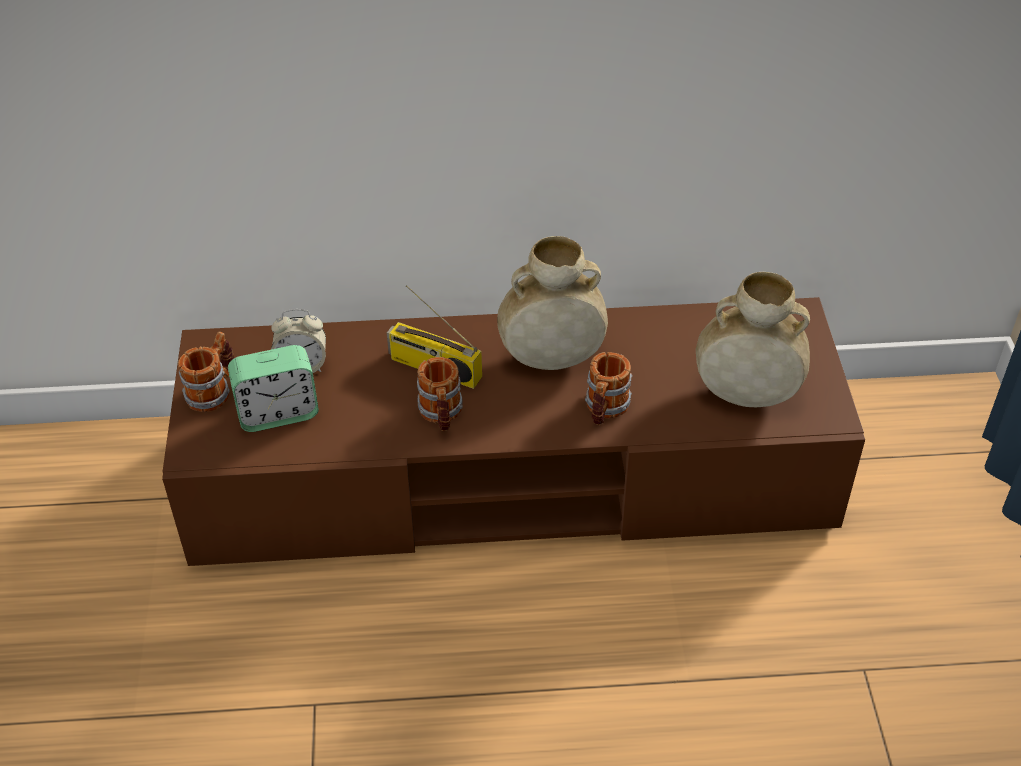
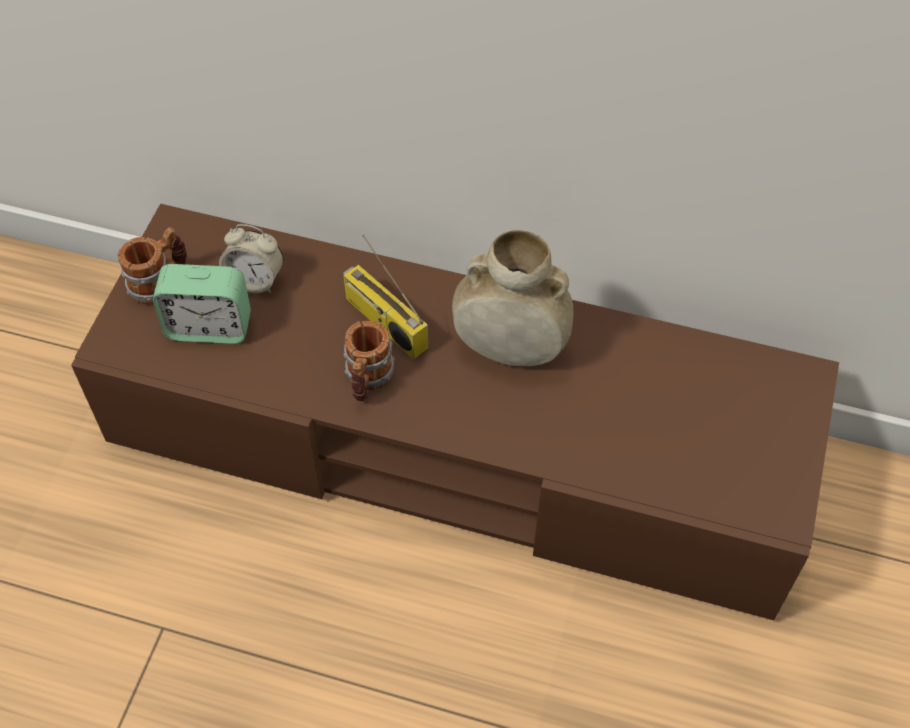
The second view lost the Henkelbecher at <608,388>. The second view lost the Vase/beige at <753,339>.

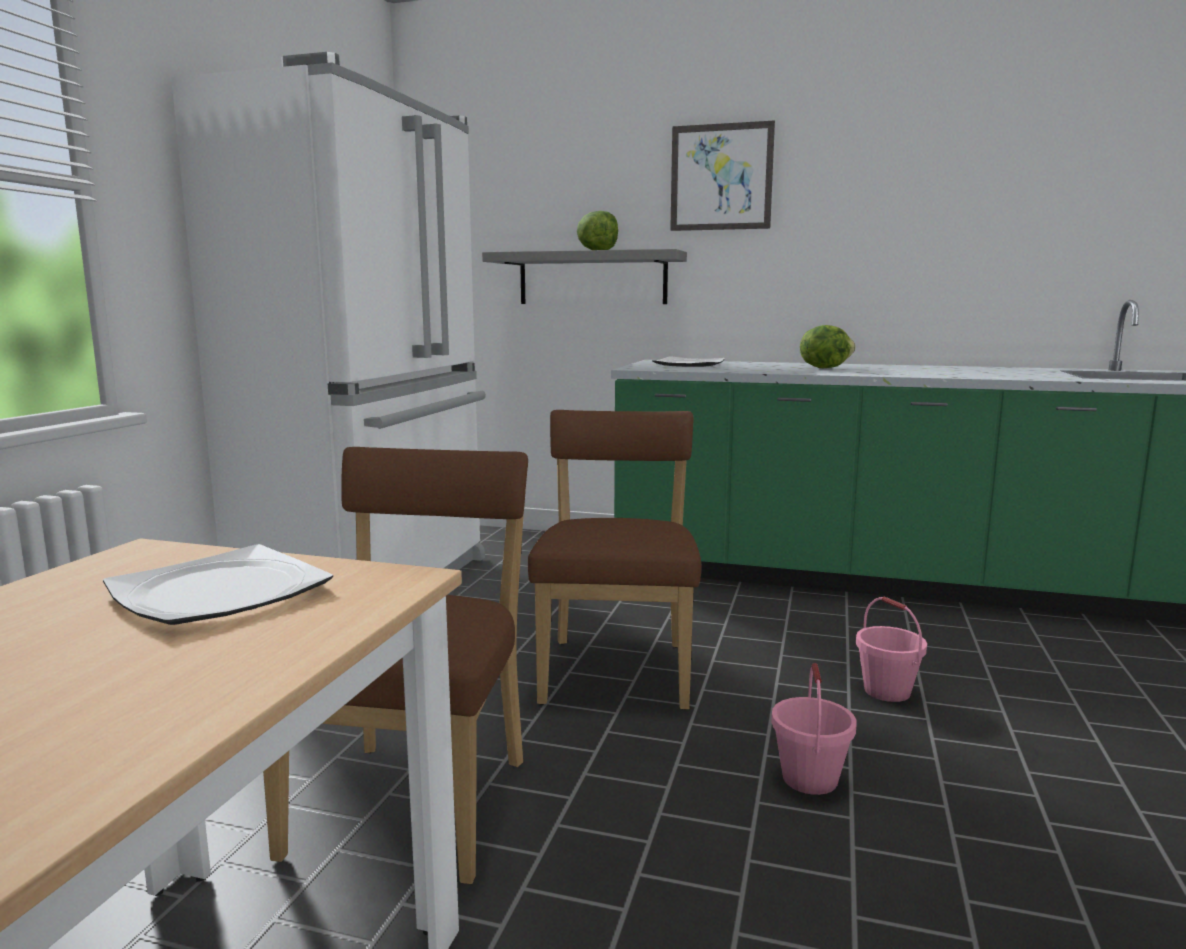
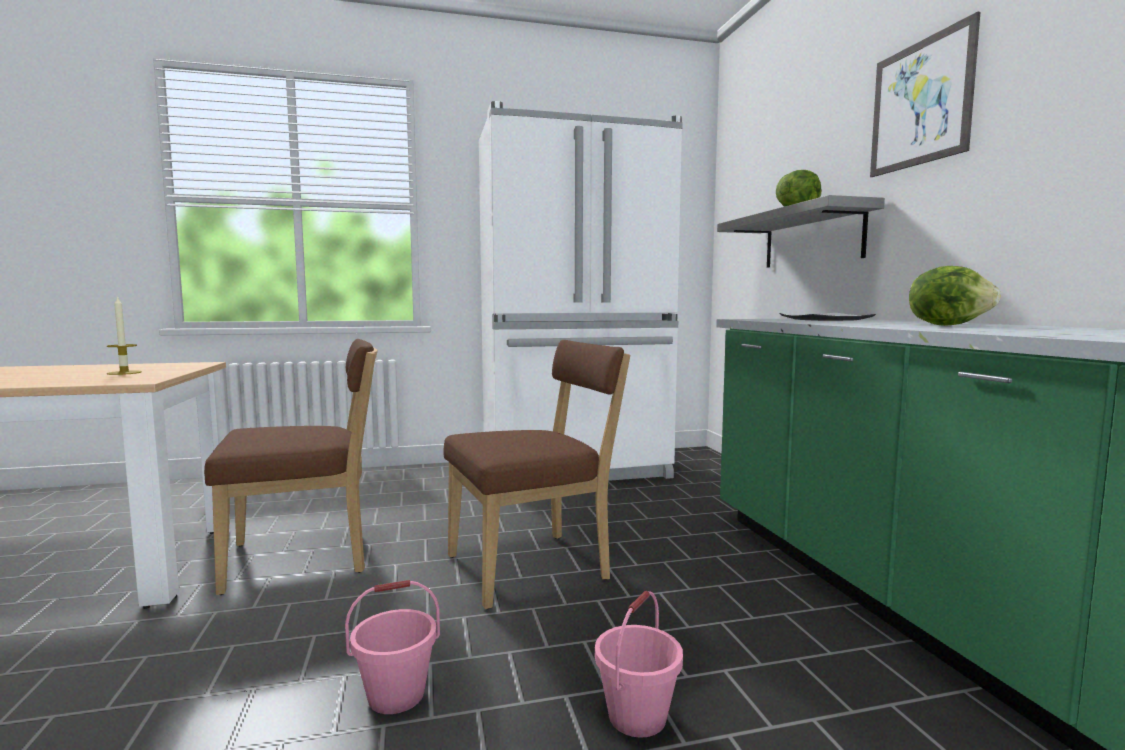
Where the Teller stood at <218,584>, the Kerze came to stand at <124,335>.

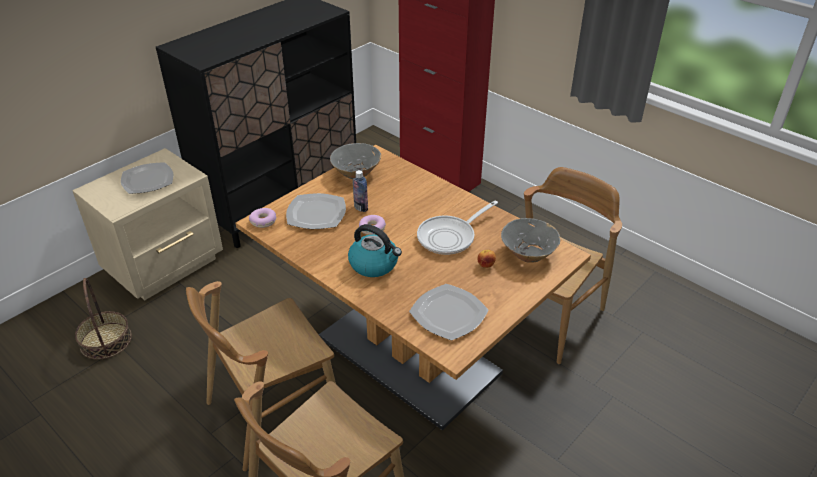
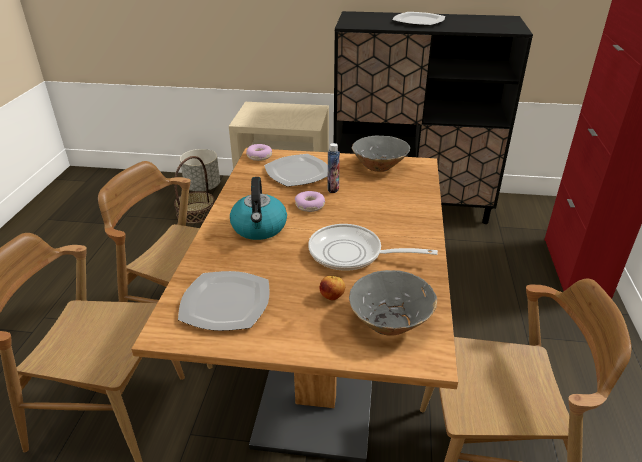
The second view gained the Pflanzkübel/grau at <200,170>. The Teller ended up elsewhere, having gone from <147,178> to <418,19>.

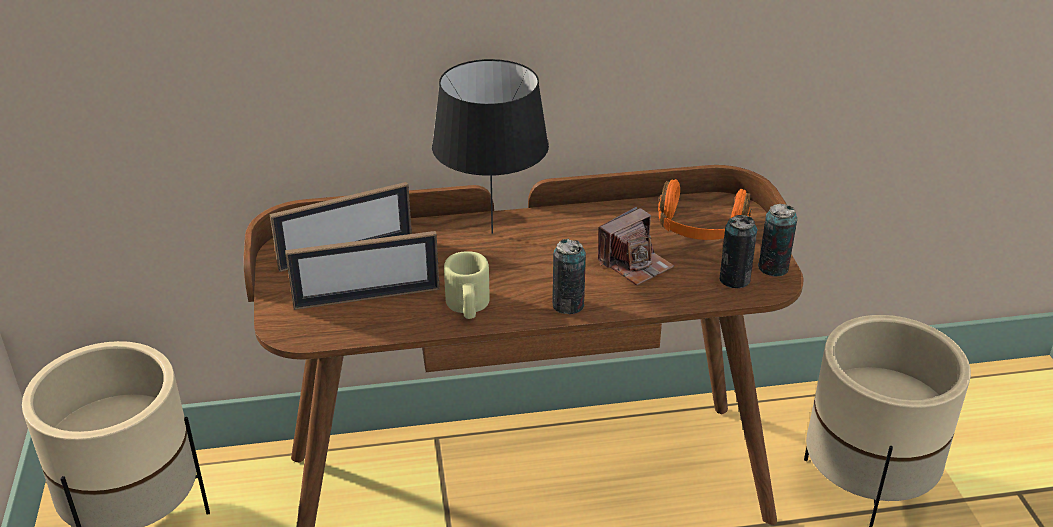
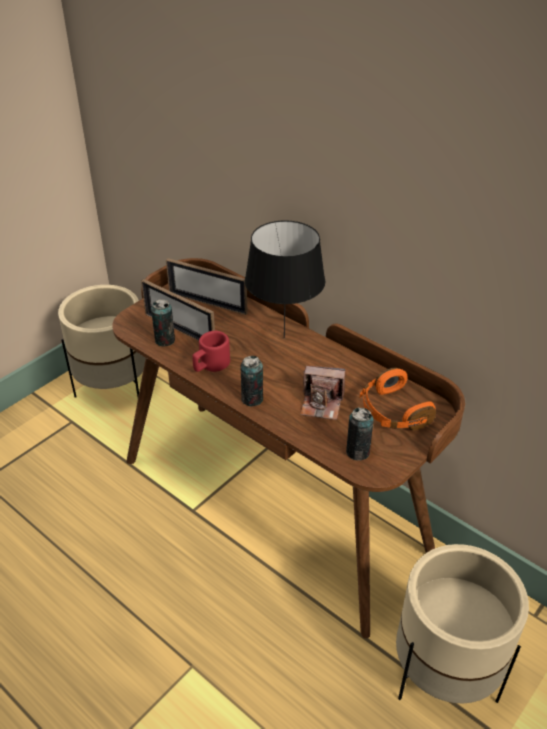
The Dose ended up elsewhere, having gone from <777,240> to <163,322>. What was the Henkelbecher/beige at <467,285> turned into the Henkelbecher/rot at <211,351>.

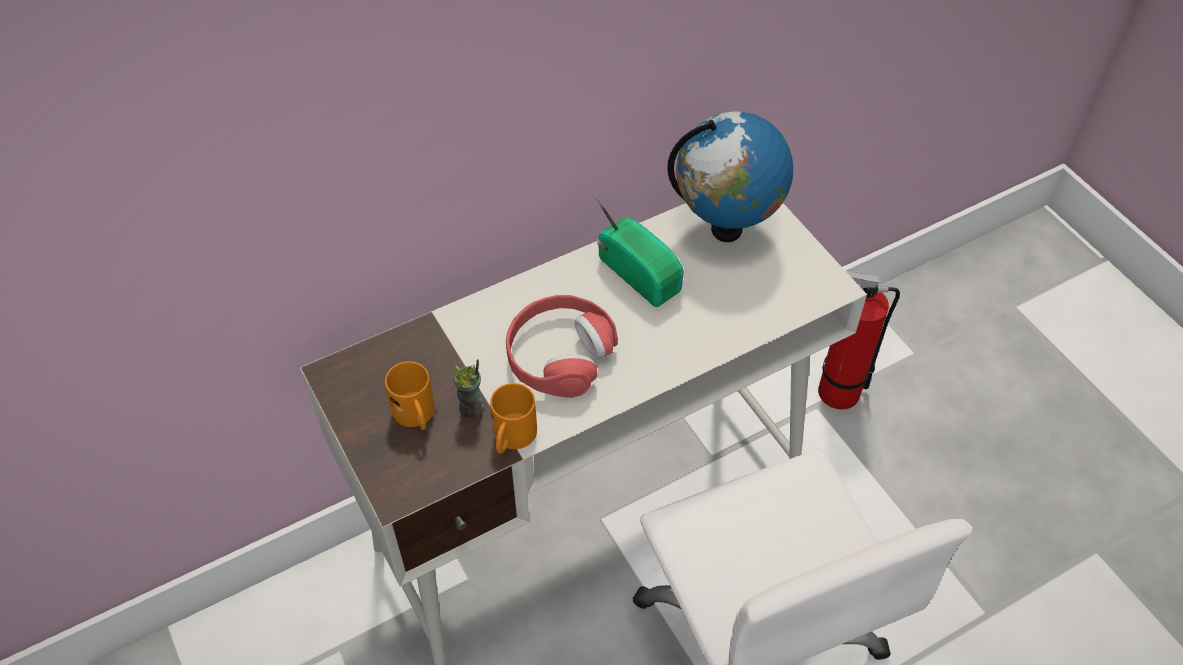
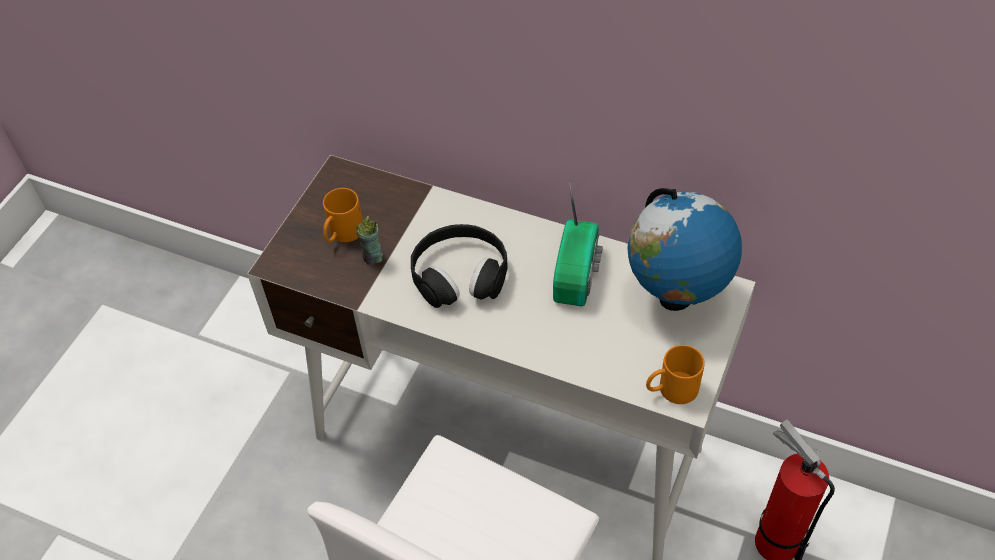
What was the Kopfhörer/rot at <562,346> turned into the Kopfhörer/schwarz at <459,266>. The Henkelbecher/orange ended up elsewhere, having gone from <513,418> to <675,374>.

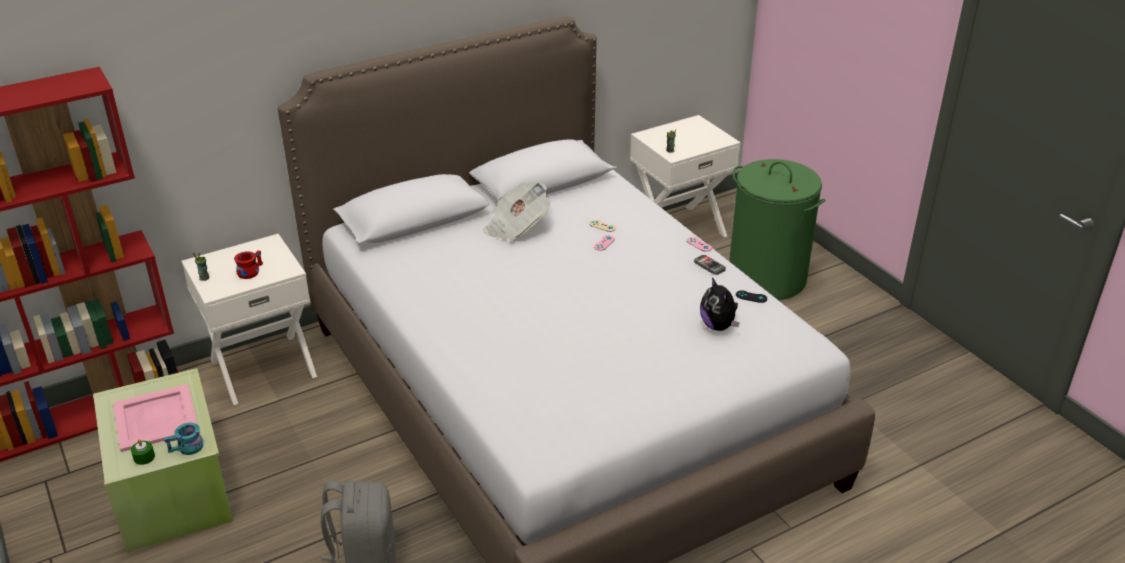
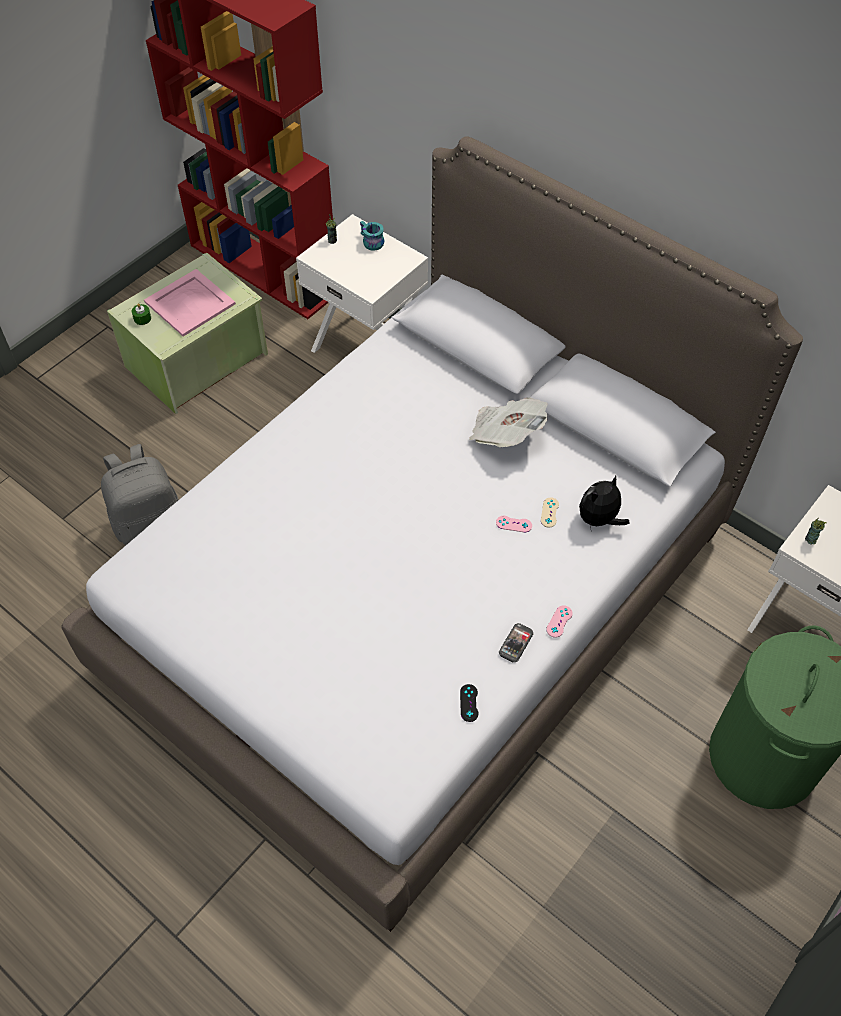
The Henkelbecher/türkis ended up elsewhere, having gone from <183,439> to <372,236>. The Plüschtier ended up elsewhere, having gone from <720,304> to <604,501>. The second view lost the Henkelbecher/rot at <248,264>.

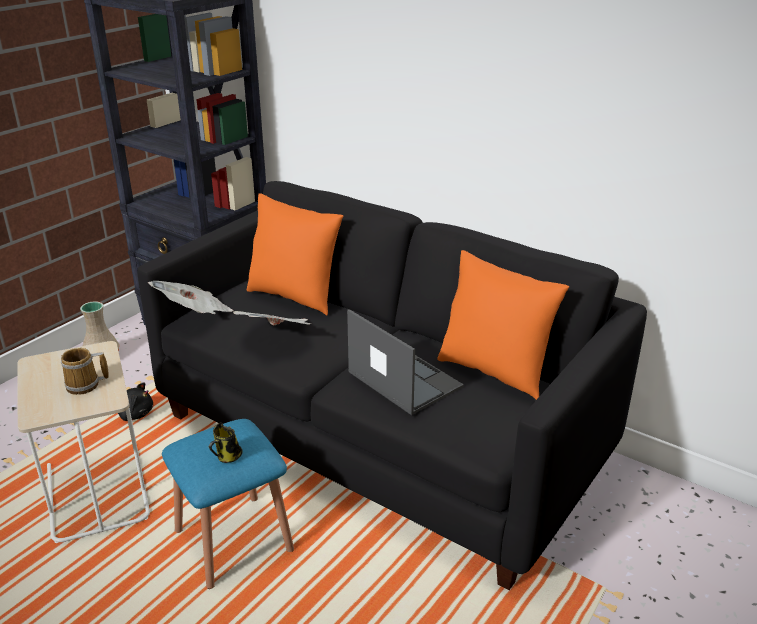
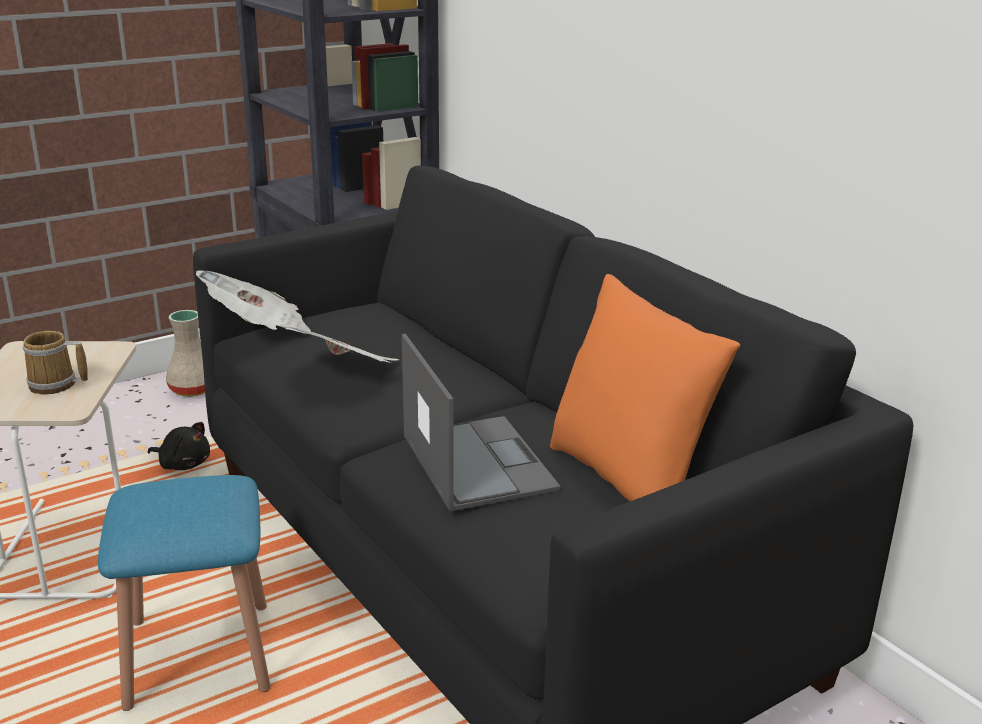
The second view lost the Henkelbecher at <226,442>. The second view lost the Kissen/orange at <295,254>.

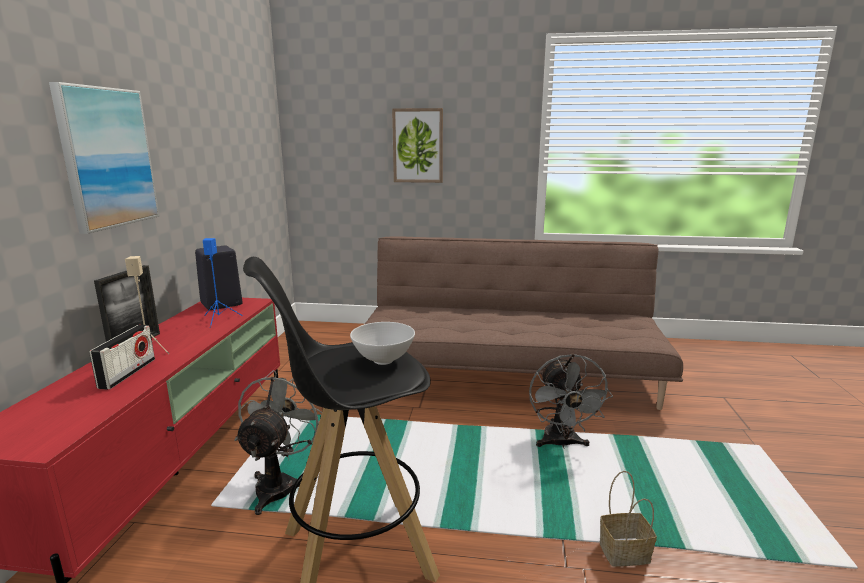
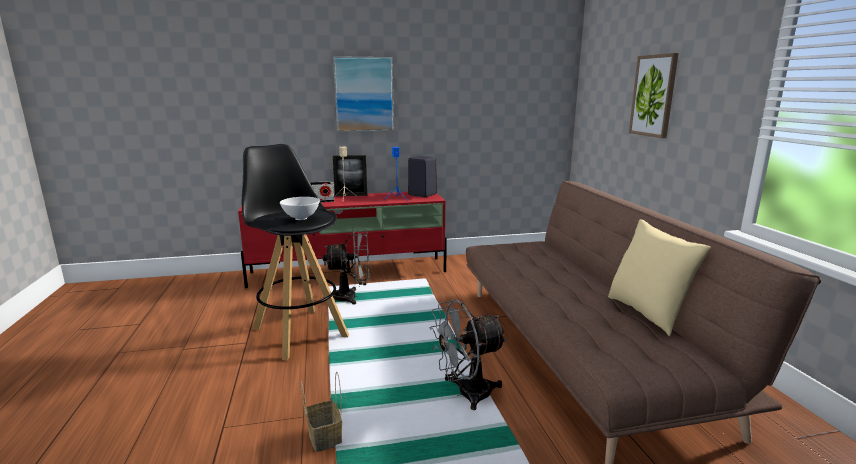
The second view gained the Kissen/beige at <659,277>.

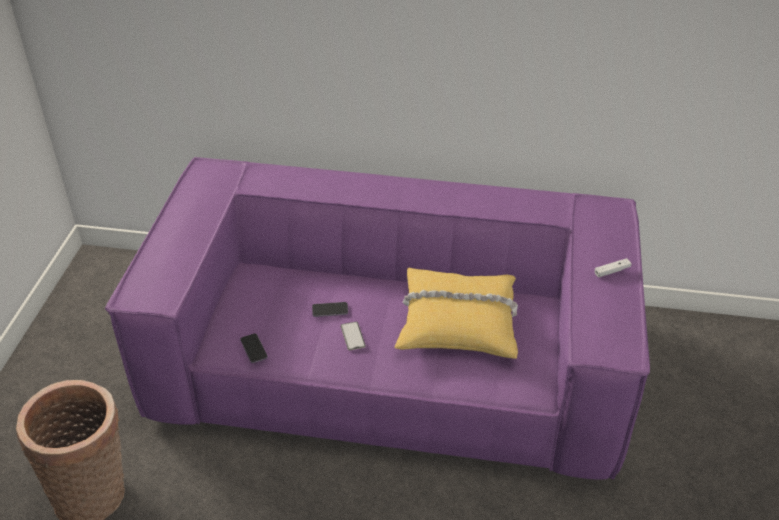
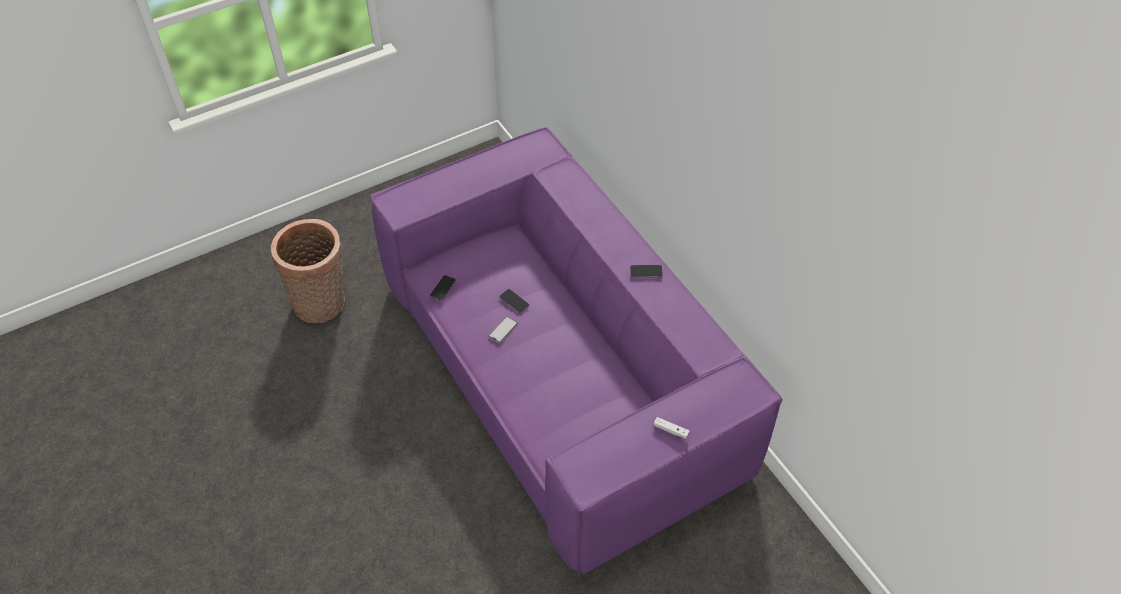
The second view gained the Handy at <646,271>. The second view lost the Kissen/gelb at <456,313>.

